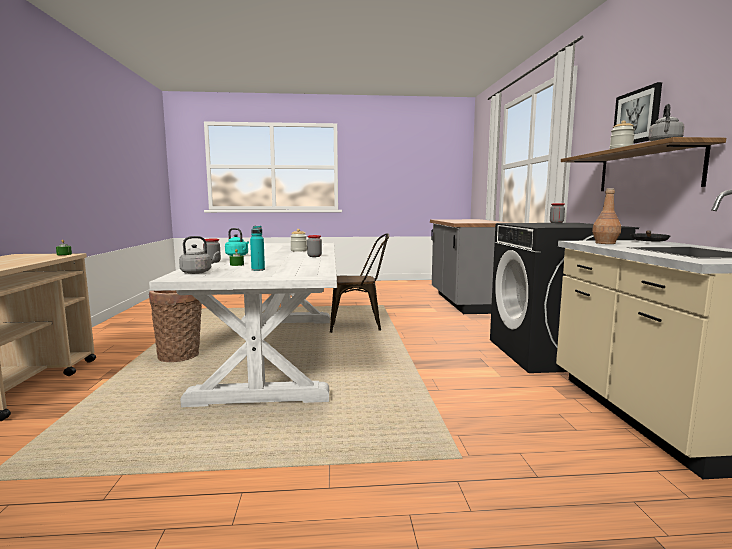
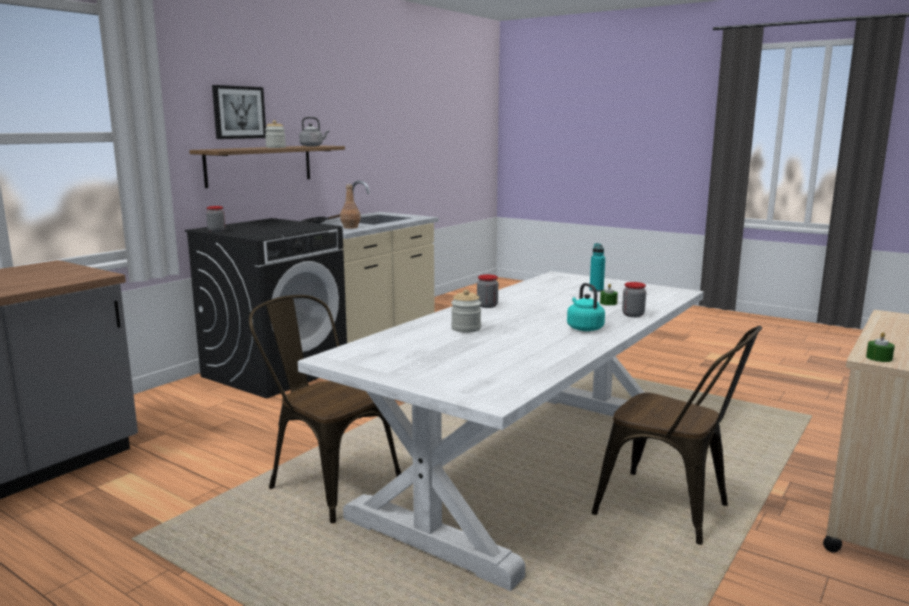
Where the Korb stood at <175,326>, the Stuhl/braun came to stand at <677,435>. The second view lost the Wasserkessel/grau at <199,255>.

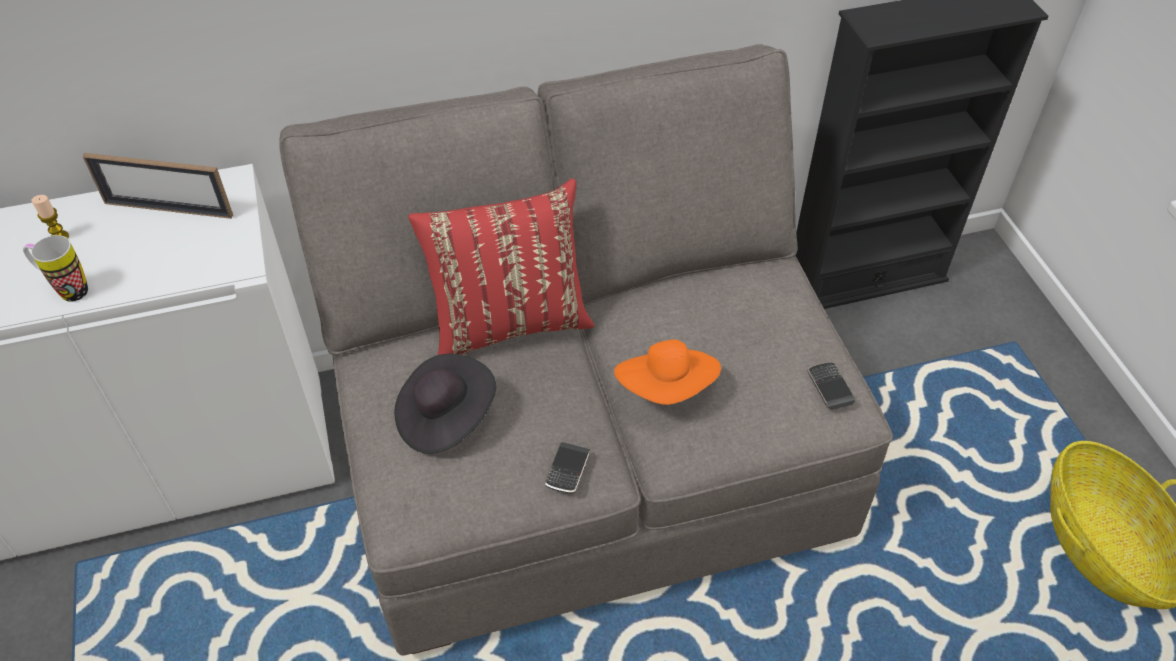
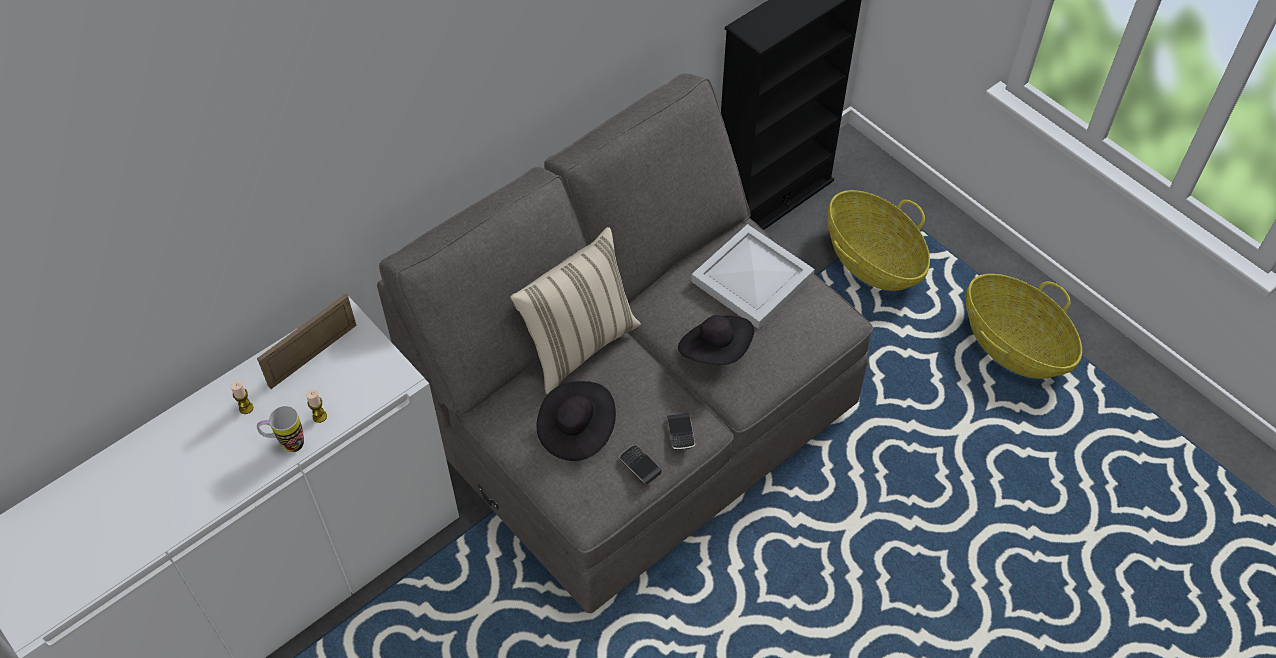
The Bilderrahmen at <158,186> ended up facing another way, 150 degrees clockwise from before. The second view gained the Kerze at <316,406>. What was the Kissen/rot at <501,267> turned into the Kissen/beige at <575,310>. The Handy ended up elsewhere, having gone from <831,386> to <640,464>. What was the Hut/orange at <667,372> turned into the Hut/schwarz at <716,340>. The second view gained the Tablett/weiß at <753,276>. The second view gained the Korb at <878,240>.

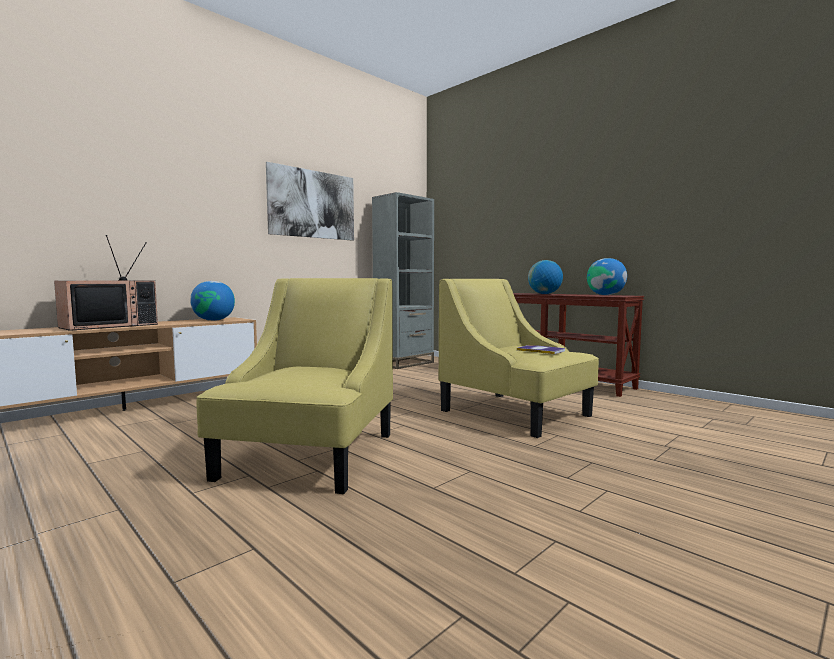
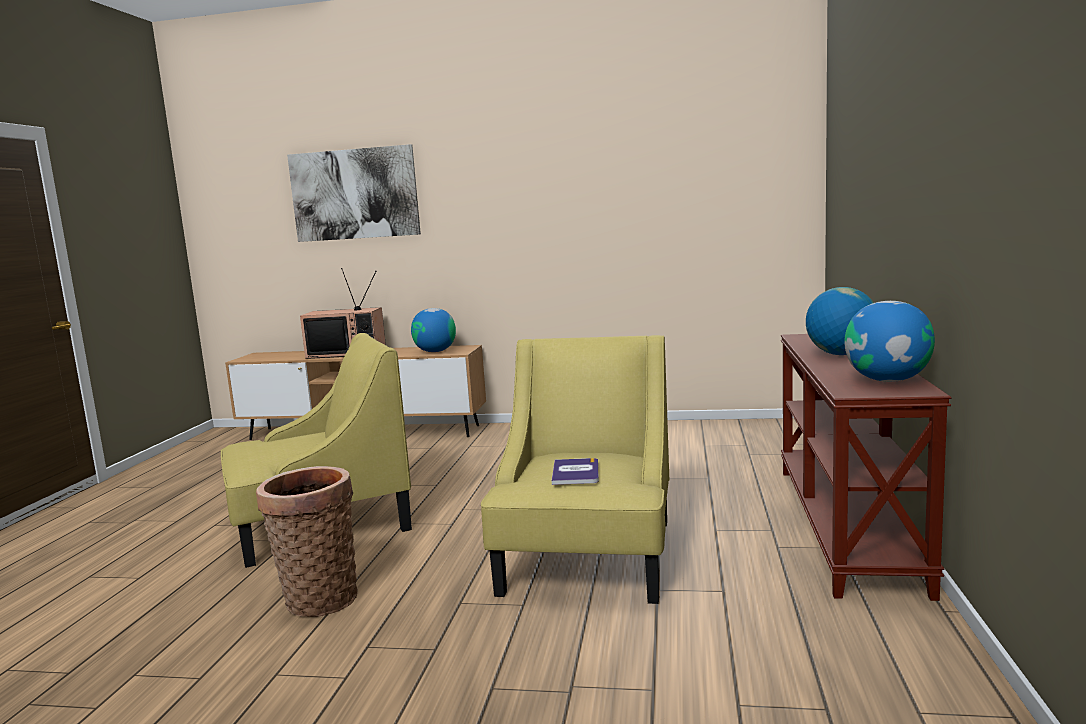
The second view gained the Korb at <307,541>. The Bild ended up elsewhere, having gone from <310,201> to <354,193>. The second view lost the Bücherregal/grau at <403,280>.

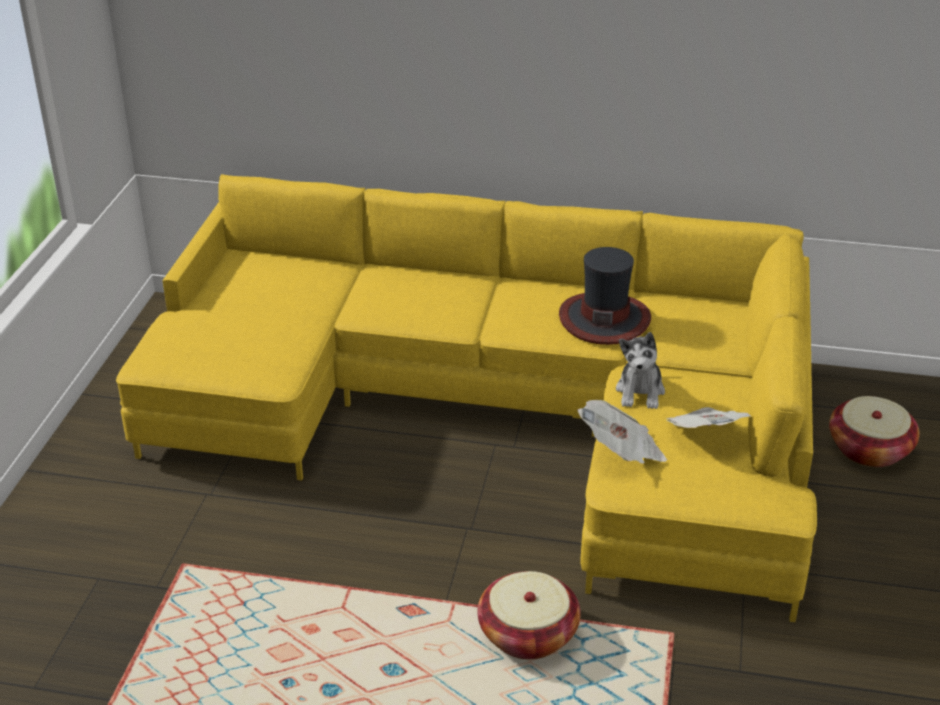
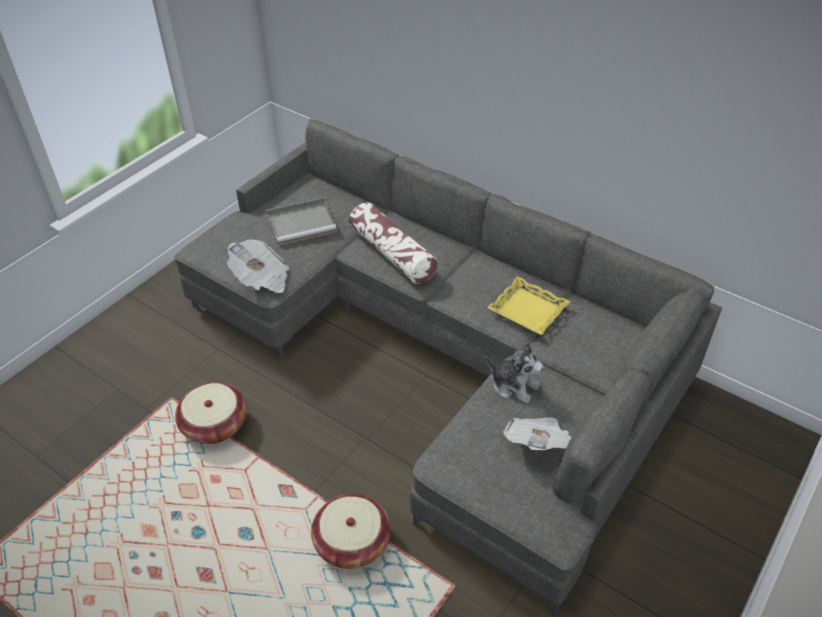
What was the Sofa/gelb at <466,398> turned into the Sofa/grau at <448,367>. The Korb ended up elsewhere, having gone from <874,431> to <211,413>. The Zeitung ended up elsewhere, having gone from <622,432> to <258,266>. The second view gained the Tablett/grau at <301,222>. The second view gained the Kissen at <393,243>. The Plüschtier at <640,370> ended up facing another way, 90 degrees counterclockwise from before. Where the Hut stood at <605,296>, the Tablett/gelb came to stand at <529,305>.

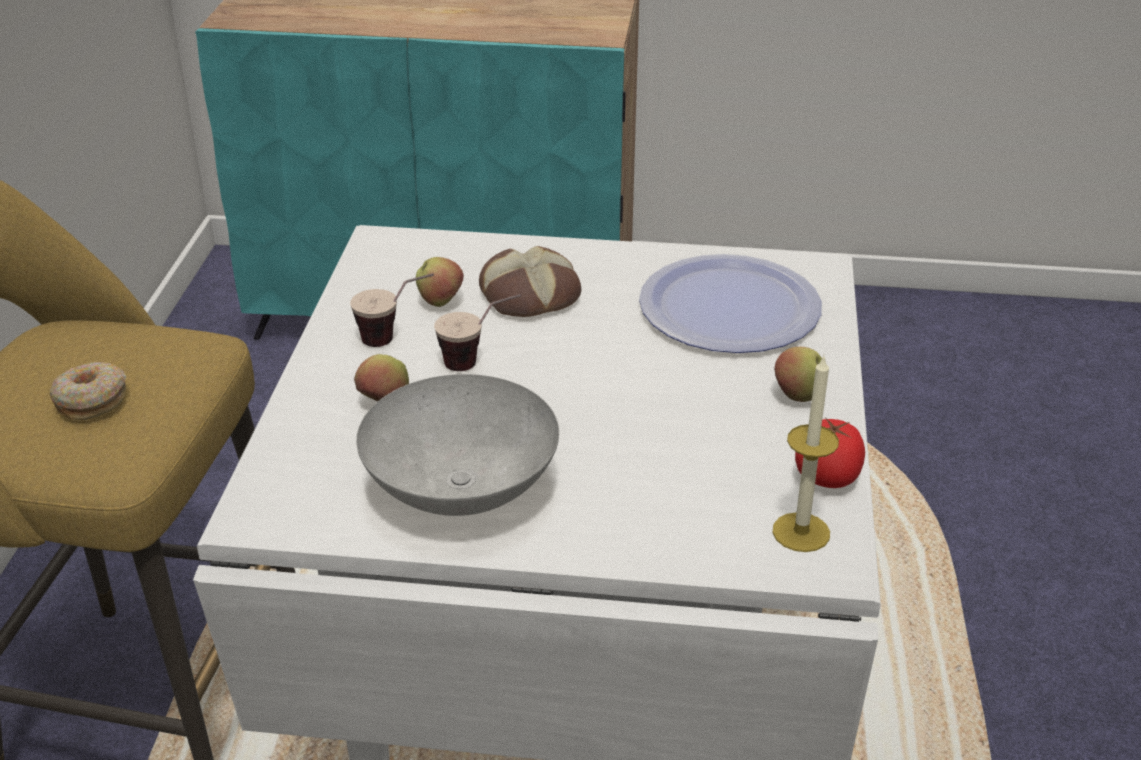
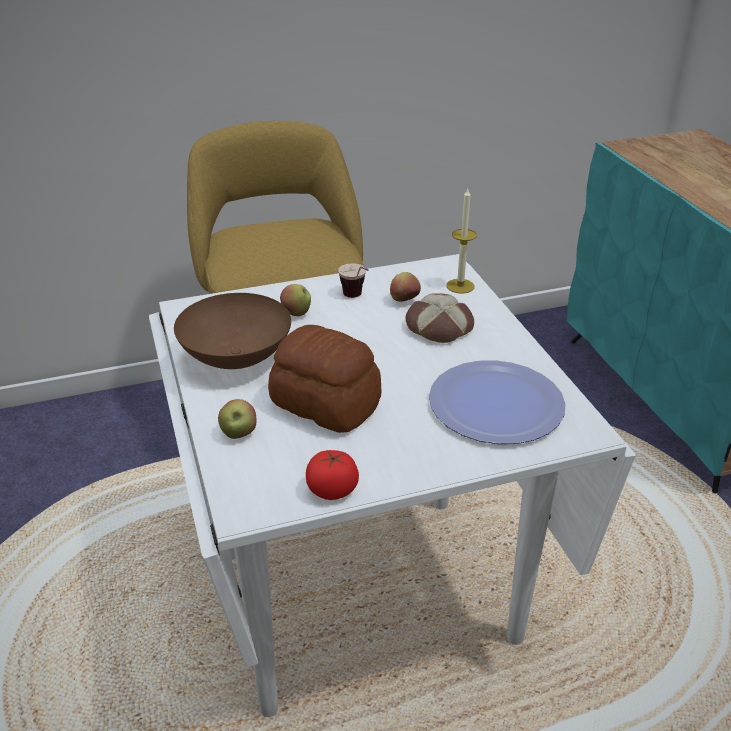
What was the Schüssel/grau at <457,445> turned into the Schüssel/braun at <232,331>. The Apfel ended up elsewhere, having gone from <798,374> to <237,419>. The second view gained the Brot at <325,379>. The Kerze ended up elsewhere, having gone from <805,454> to <461,241>. The second view lost the Donut at <88,391>. The second view lost the Tasse at <477,332>.

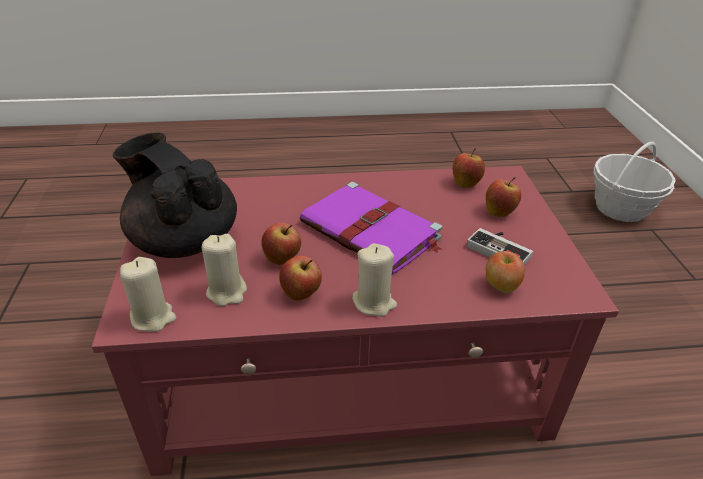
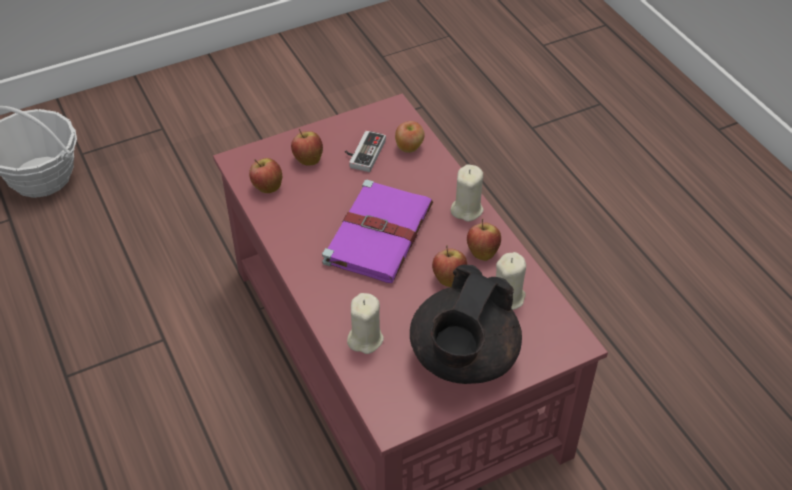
The Kerze/beige ended up elsewhere, having gone from <148,294> to <365,323>.

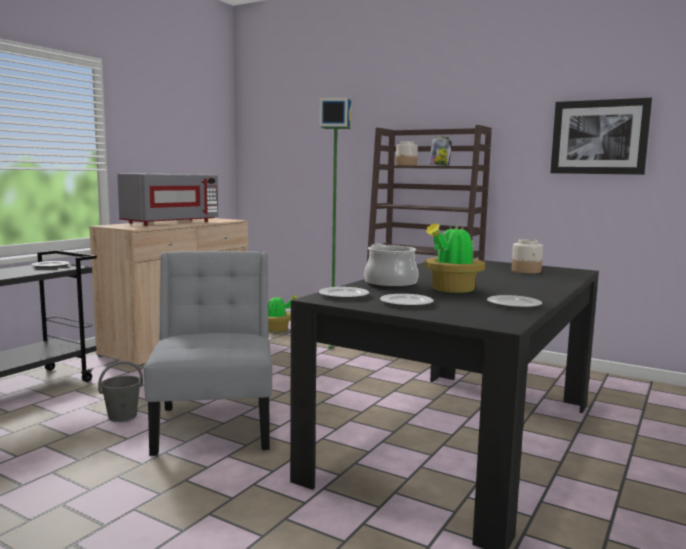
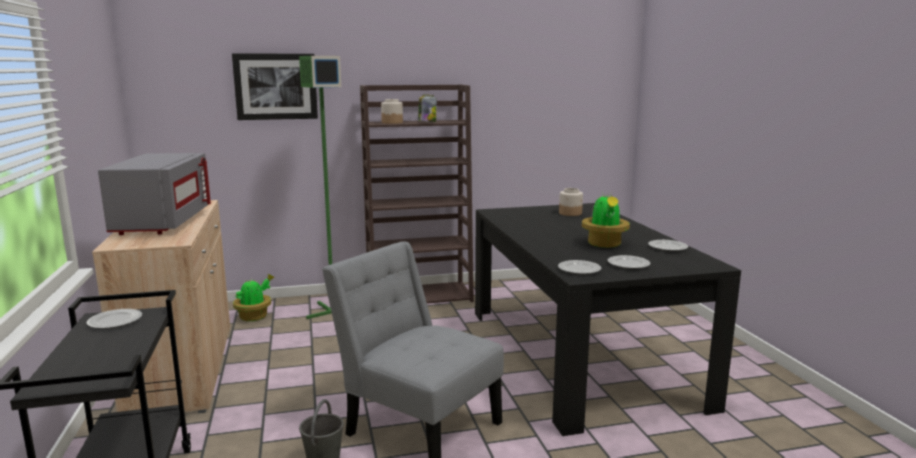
The Bild ended up elsewhere, having gone from <601,136> to <275,86>. The second view lost the Kochtopf at <391,266>.

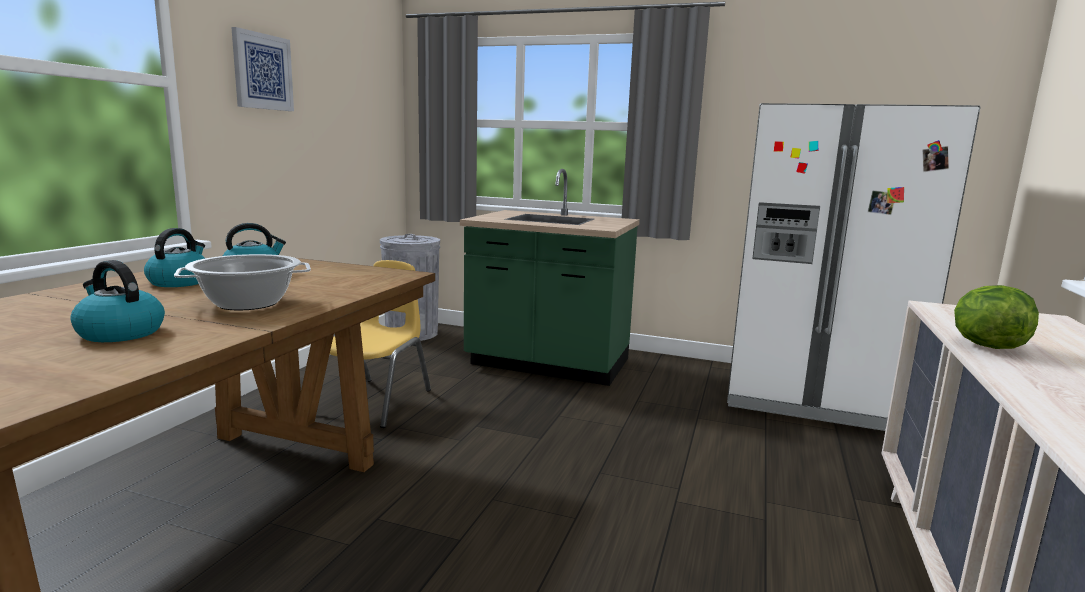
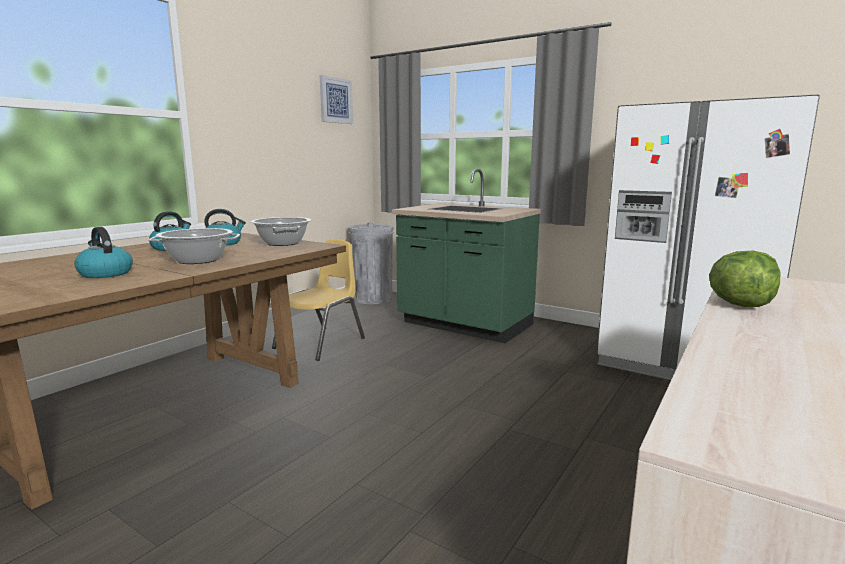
The second view gained the Kochtopf at <281,231>. The Bild ended up elsewhere, having gone from <262,69> to <336,99>.

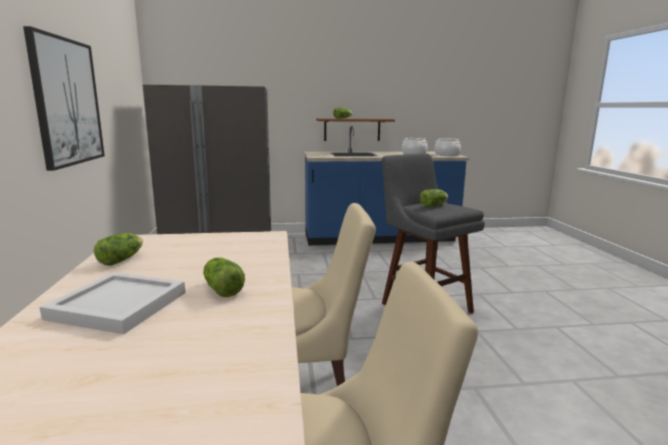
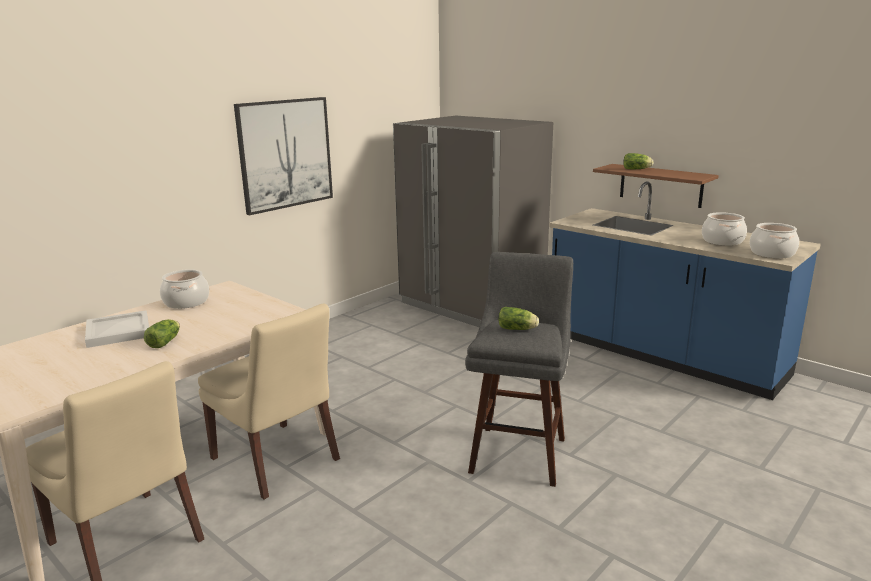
Where the Salatkopf stood at <118,249>, the Kochtopf came to stand at <184,289>.

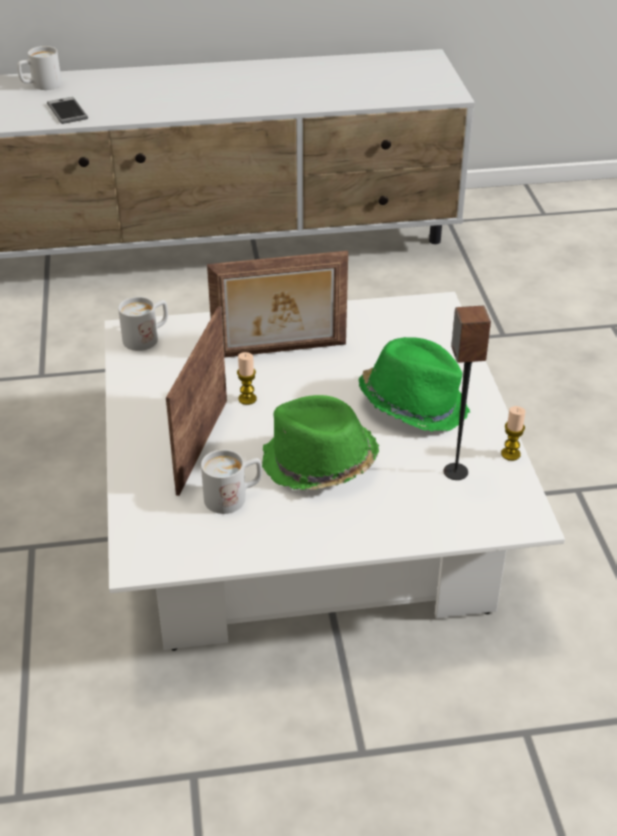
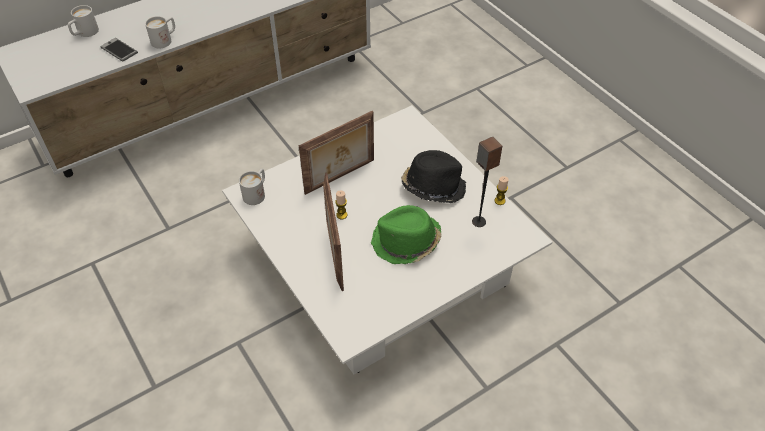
The Henkelbecher/weiß ended up elsewhere, having gone from <231,481> to <160,32>. What was the Hut/grün at <414,384> turned into the Hut/schwarz at <433,176>.

